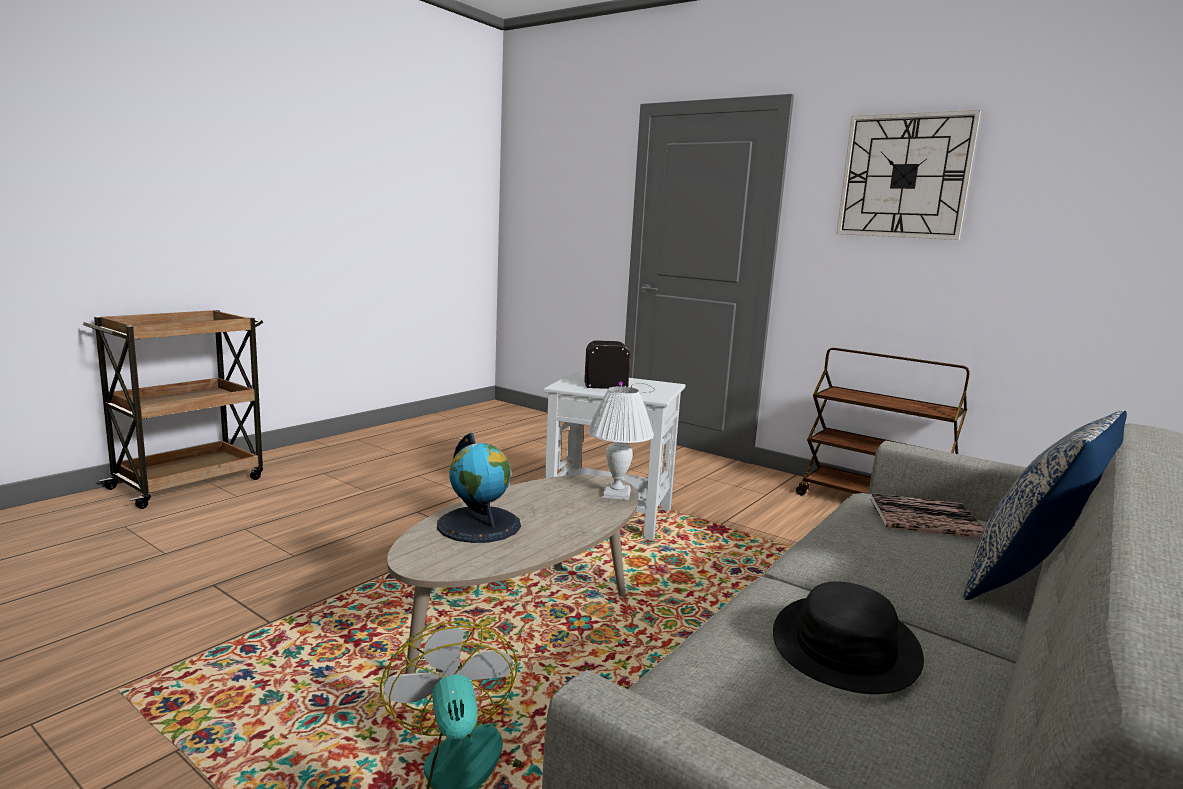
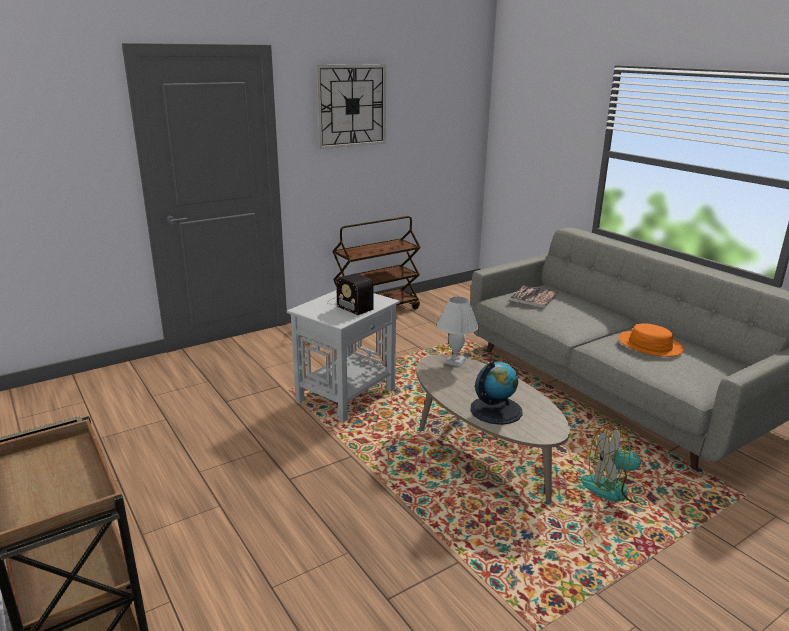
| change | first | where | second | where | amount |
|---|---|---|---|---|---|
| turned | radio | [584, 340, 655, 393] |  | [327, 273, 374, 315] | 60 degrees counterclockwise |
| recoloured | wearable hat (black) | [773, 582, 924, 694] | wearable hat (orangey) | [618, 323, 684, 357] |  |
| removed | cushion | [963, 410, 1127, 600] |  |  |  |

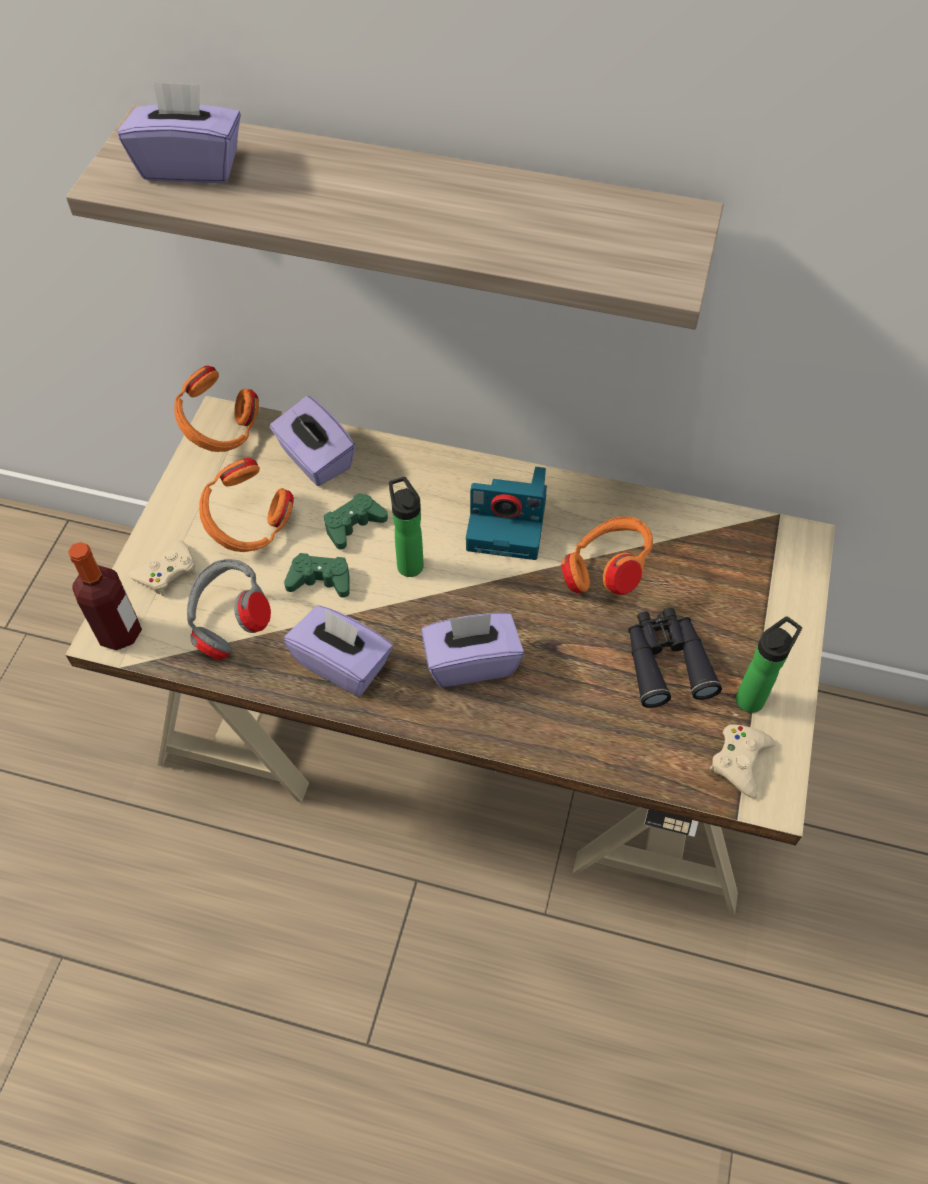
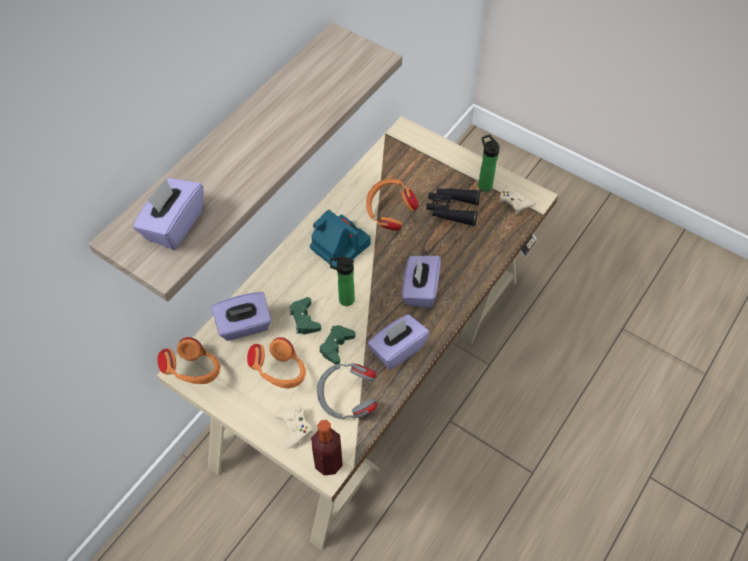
| change | first | where | second | where | amount |
|---|---|---|---|---|---|
| turned | photo camera | [466, 467, 547, 560] |  | [310, 210, 371, 267] | 75 degrees counterclockwise |

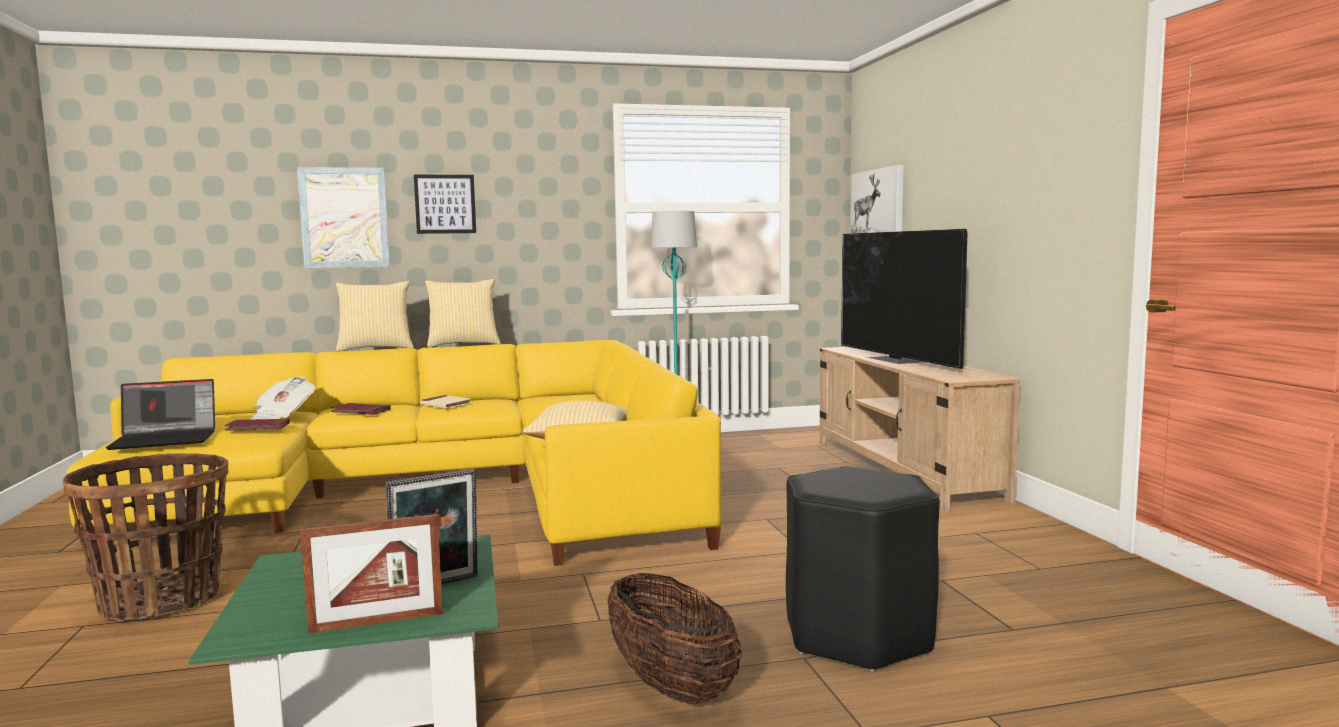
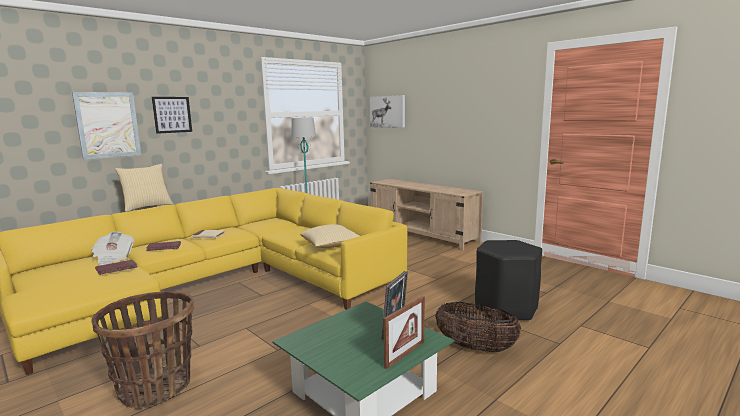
| change | first | where | second | where | amount |
|---|---|---|---|---|---|
| removed | portable computer | [105, 379, 215, 450] |  |  |  |
| removed | cushion | [425, 279, 501, 347] |  |  |  |
| removed | TV set | [841, 229, 967, 369] |  |  |  |

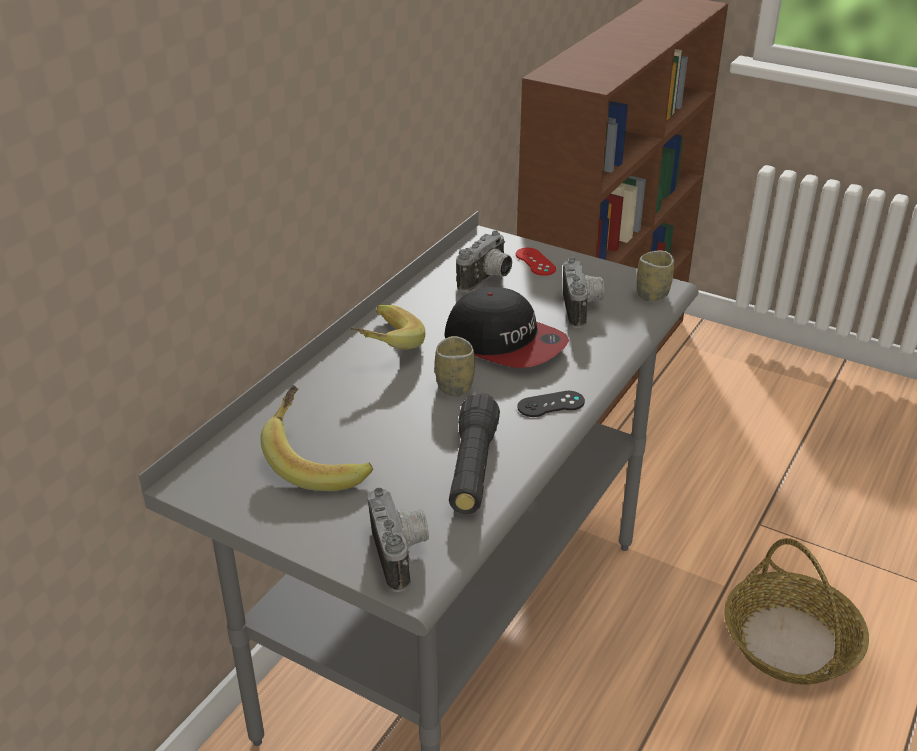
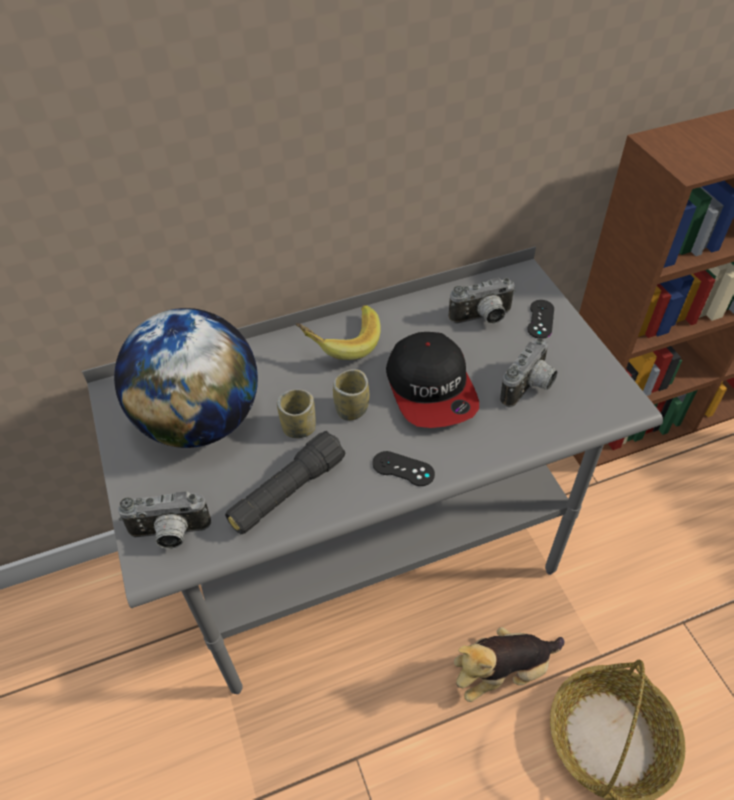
| change | first | where | second | where | amount |
|---|---|---|---|---|---|
| replaced | banana | [260, 385, 373, 491] | desk globe | [114, 308, 258, 448] |  |
| turned | photo camera | [368, 487, 429, 592] |  | [118, 491, 211, 549] | 60 degrees clockwise |
| moved | drinking cup | [637, 251, 674, 301] |  | [277, 389, 316, 438] |  |
| added |  |  | cuddly toy | [454, 627, 564, 702] |  |
| recoloured | gamepad (red-coloured) | [516, 248, 556, 276] | gamepad (black) | [527, 300, 554, 339] |  |

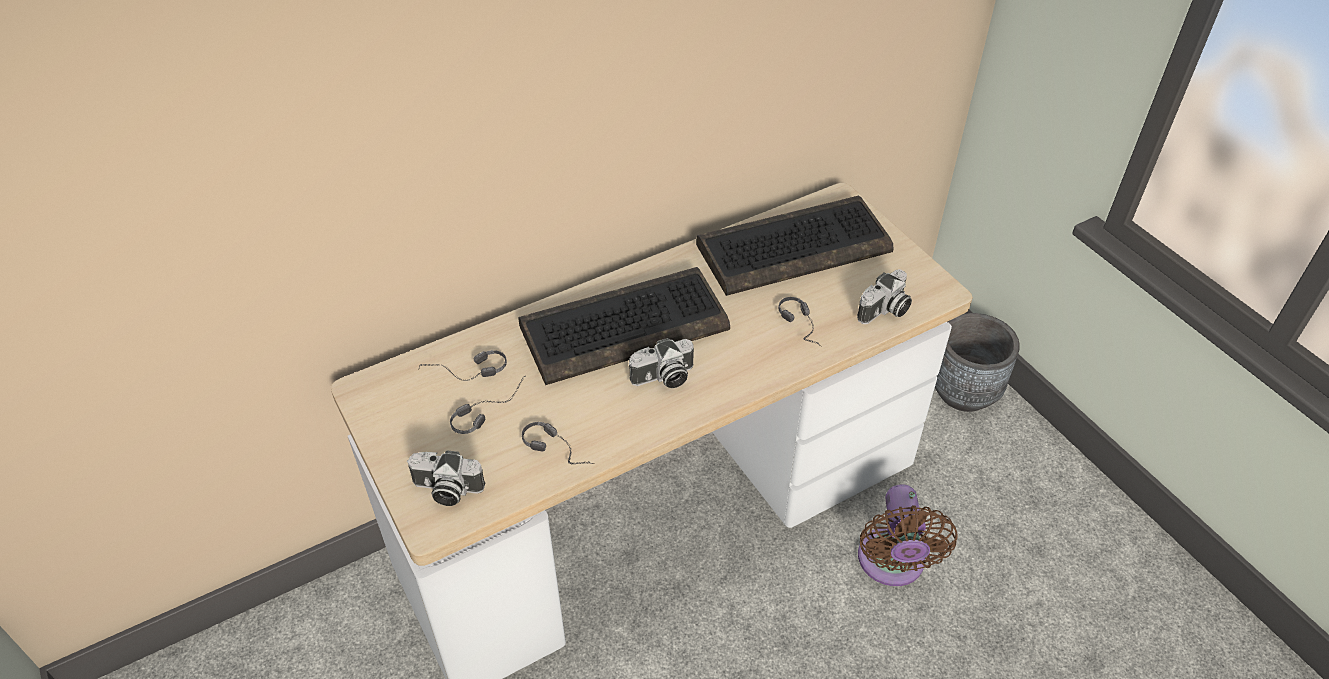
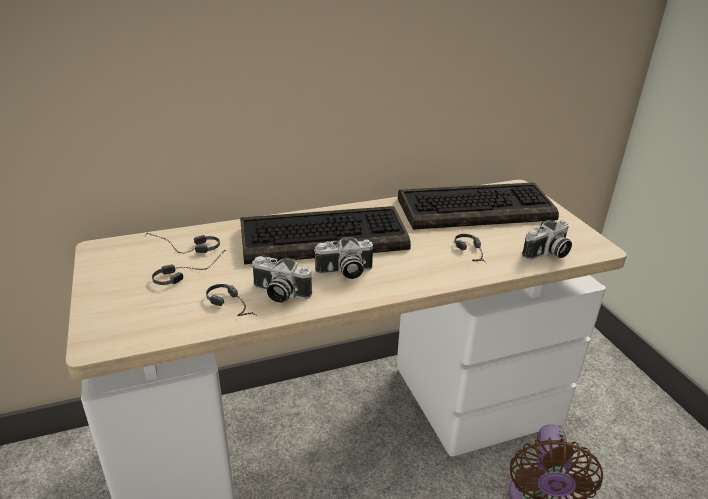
| change | first | where | second | where | amount |
|---|---|---|---|---|---|
| moved | photo camera | [407, 450, 485, 506] |  | [252, 256, 312, 303] |  |
| removed | planter (gray) | [935, 313, 1020, 412] |  |  |  |

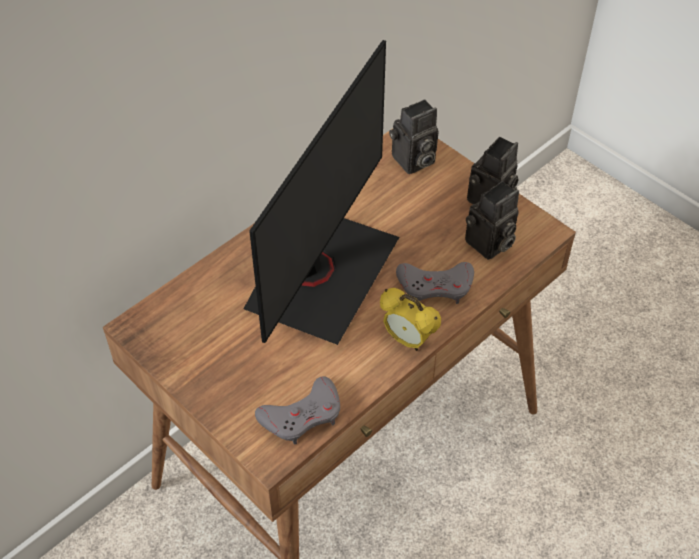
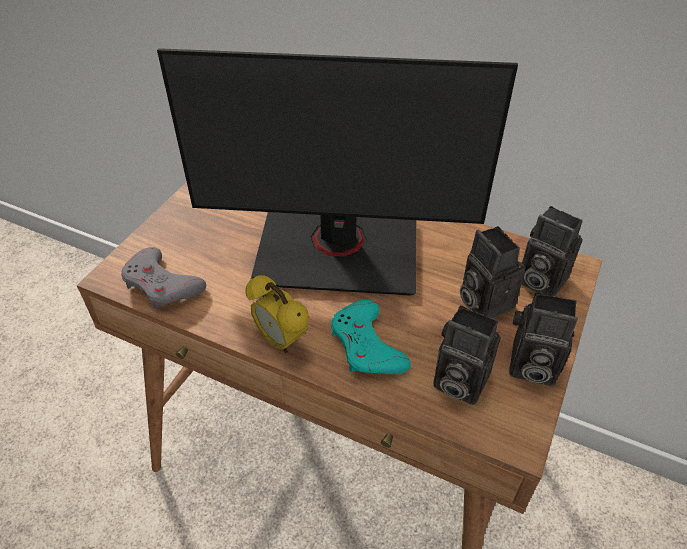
| change | first | where | second | where | amount |
|---|---|---|---|---|---|
| turned | bedside clock | [380, 288, 441, 351] |  | [245, 275, 309, 354] | 60 degrees counterclockwise |
| recoloured | gamepad (gray) | [396, 262, 474, 304] | gamepad (turquoise) | [331, 300, 411, 374] |  |
| added |  |  | photo camera | [460, 226, 525, 318] |  |

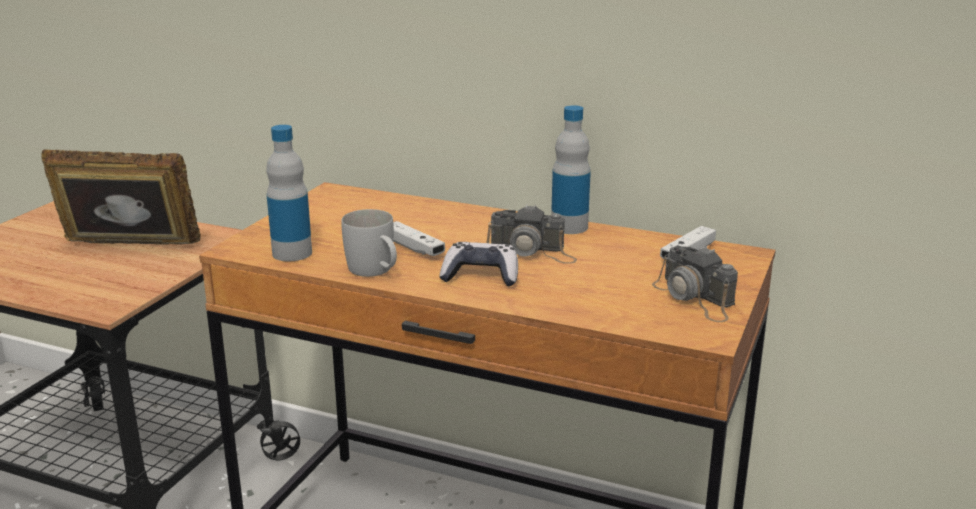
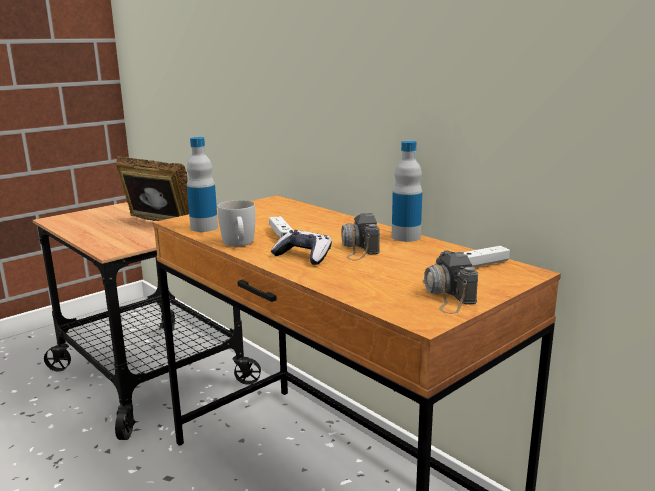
| change | first | where | second | where | amount |
|---|---|---|---|---|---|
| turned | photo camera | [487, 204, 577, 264] |  | [341, 213, 380, 260] | 45 degrees clockwise |

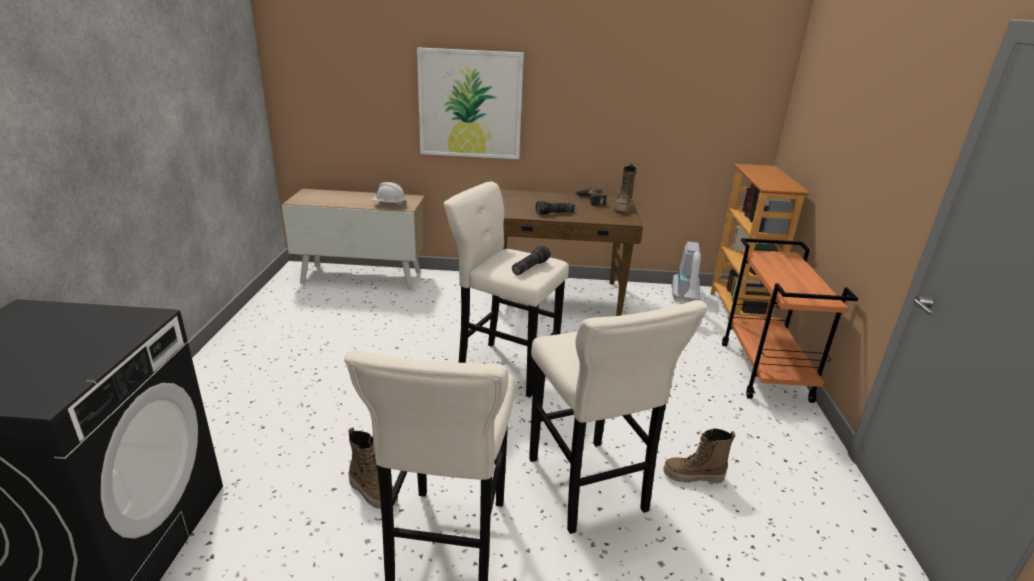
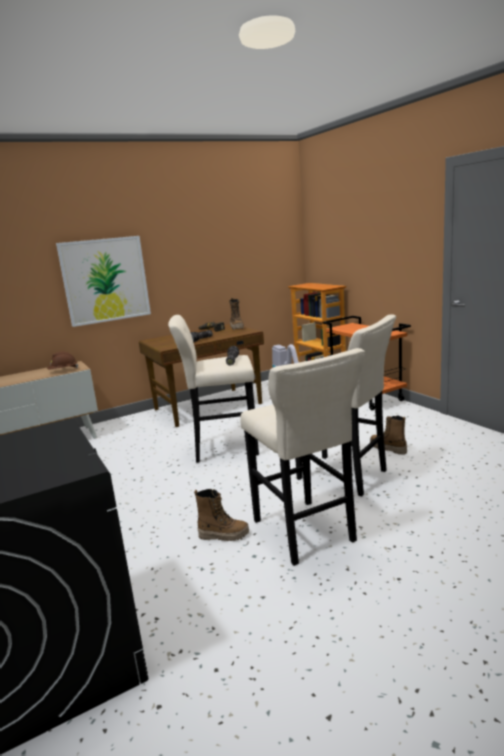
| change | first | where | second | where | amount |
|---|---|---|---|---|---|
| recoloured | work helmet (whitish) | [372, 182, 407, 206] | work helmet (brown-coloured) | [47, 352, 78, 370] |  |
| turned | boot | [663, 428, 735, 483] |  | [370, 415, 407, 455] | 75 degrees clockwise |

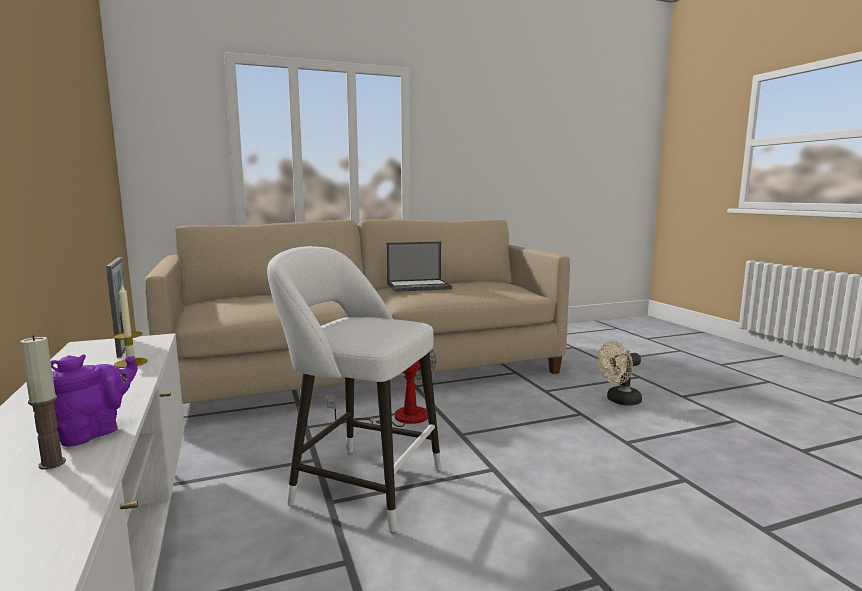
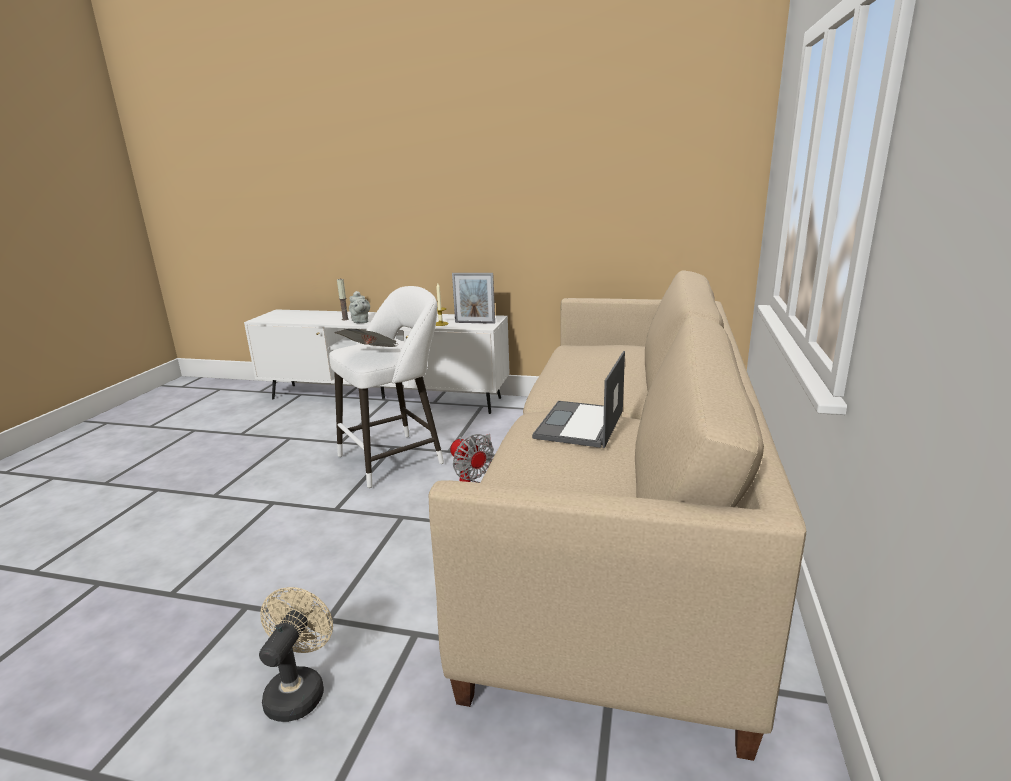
| change | first | where | second | where | amount |
|---|---|---|---|---|---|
| added |  |  | printed paper | [334, 329, 397, 347] |  |
| recoloured | teapot (purplish) | [51, 354, 137, 447] | teapot (gray) | [349, 291, 370, 323] |  |

